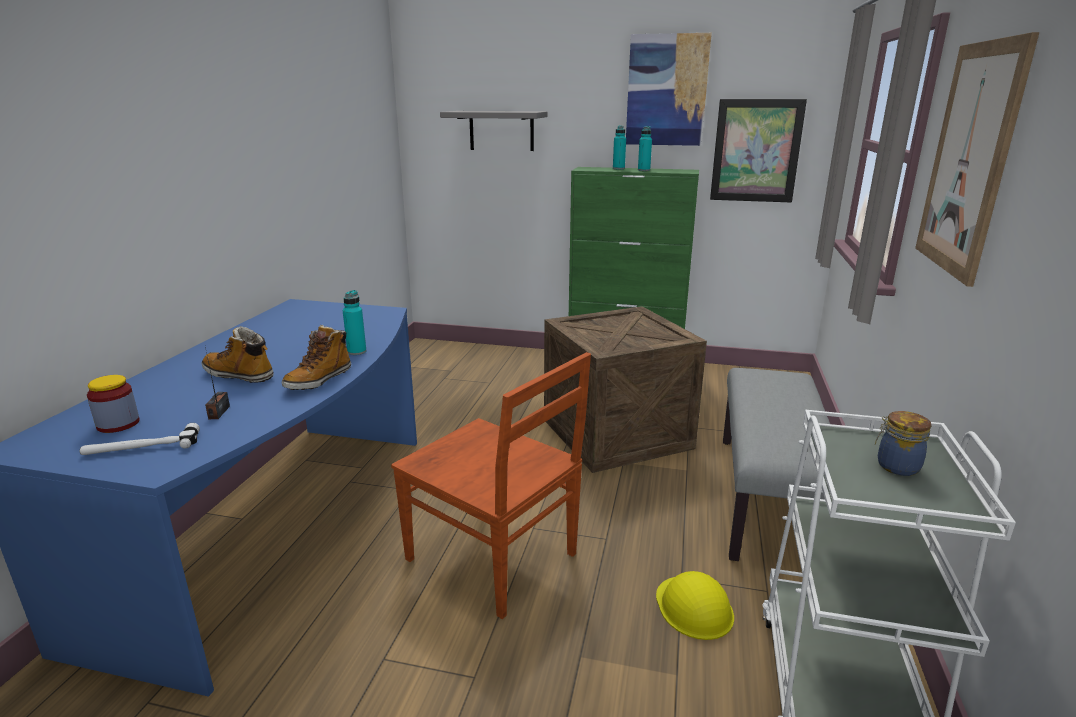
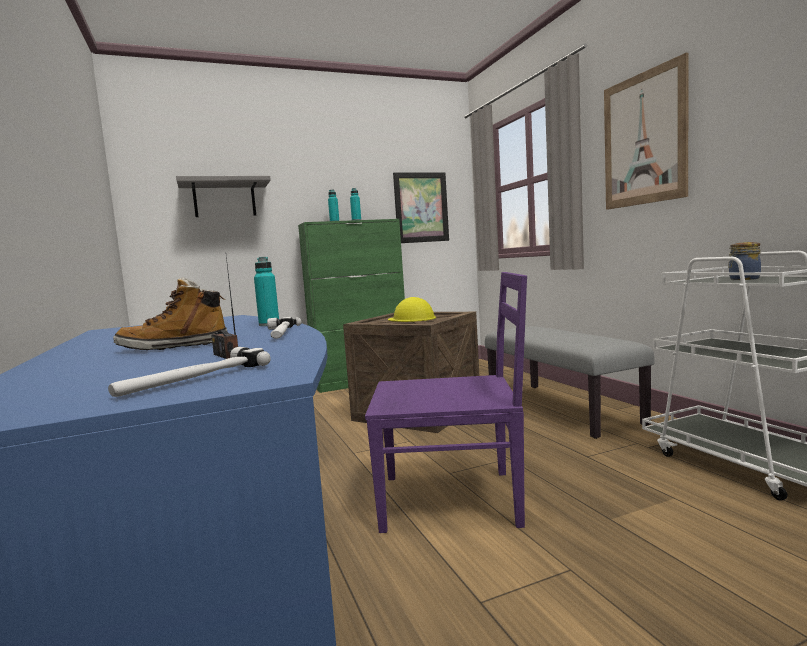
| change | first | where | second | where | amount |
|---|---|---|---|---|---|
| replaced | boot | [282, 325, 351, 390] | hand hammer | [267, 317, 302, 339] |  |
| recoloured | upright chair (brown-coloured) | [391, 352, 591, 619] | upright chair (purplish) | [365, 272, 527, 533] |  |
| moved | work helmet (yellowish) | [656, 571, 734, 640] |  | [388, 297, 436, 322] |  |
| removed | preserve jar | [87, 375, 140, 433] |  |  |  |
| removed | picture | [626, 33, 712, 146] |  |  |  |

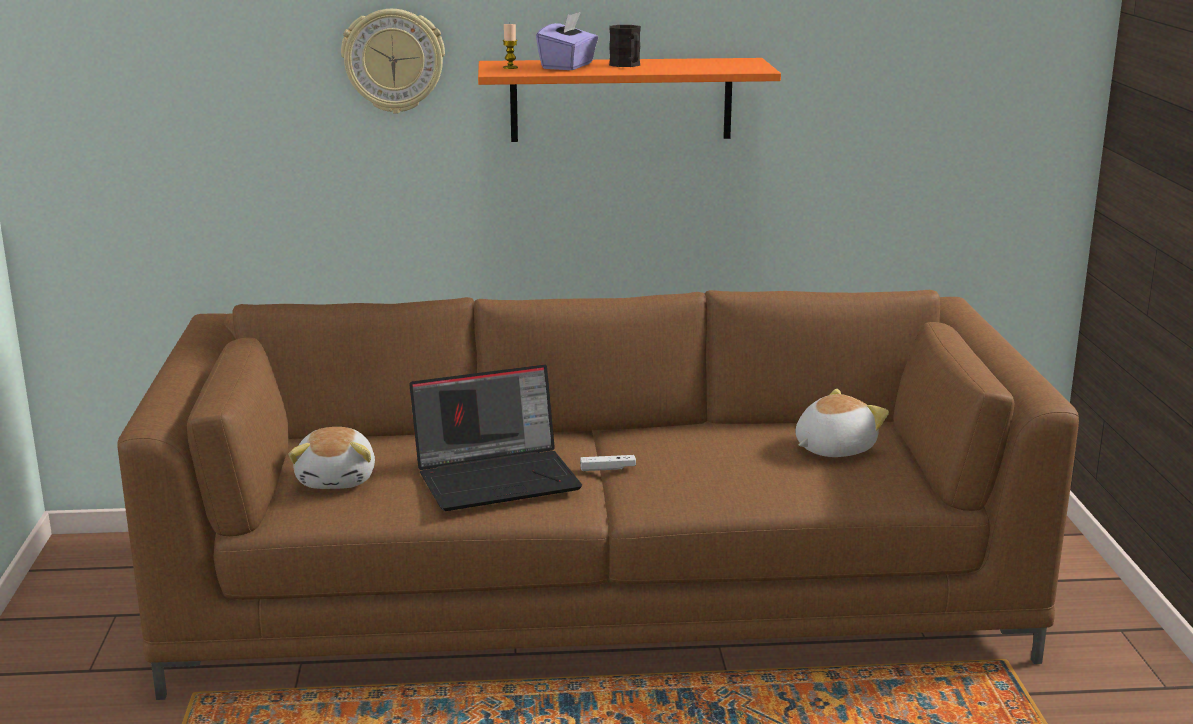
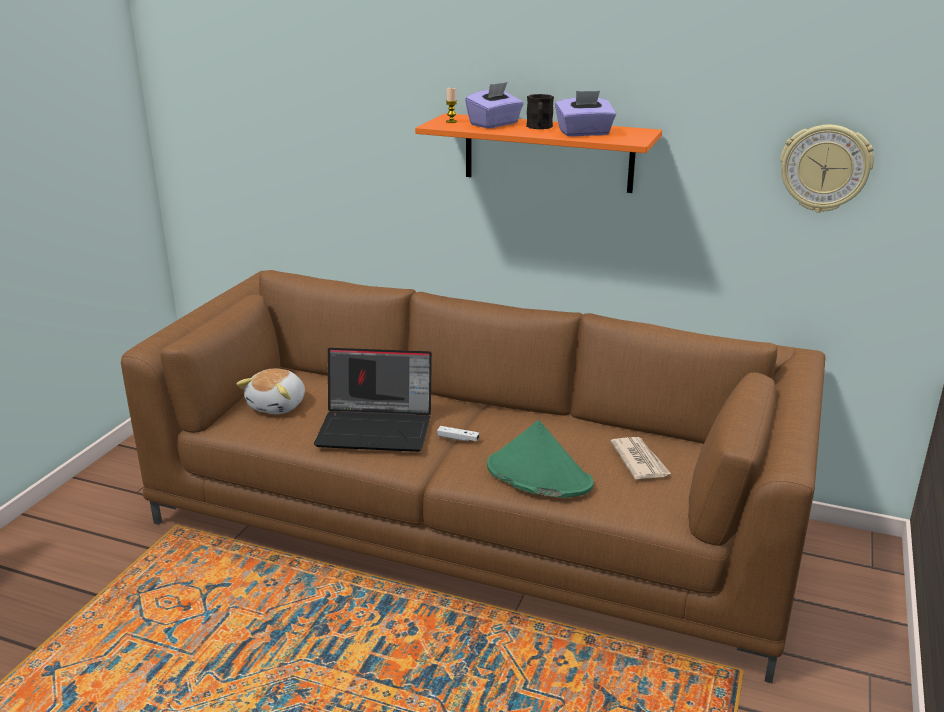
| change | first | where | second | where | amount |
|---|---|---|---|---|---|
| added |  |  | wearable hat (greenish) | [487, 420, 594, 498] |  |
| added |  |  | tissue holder (purplish) | [555, 91, 616, 136] |  |
| replaced | cuddly toy | [796, 389, 889, 457] | printed paper | [610, 437, 671, 479] |  |
| moved | hanging clock | [341, 9, 445, 114] |  | [780, 125, 874, 213] |  |

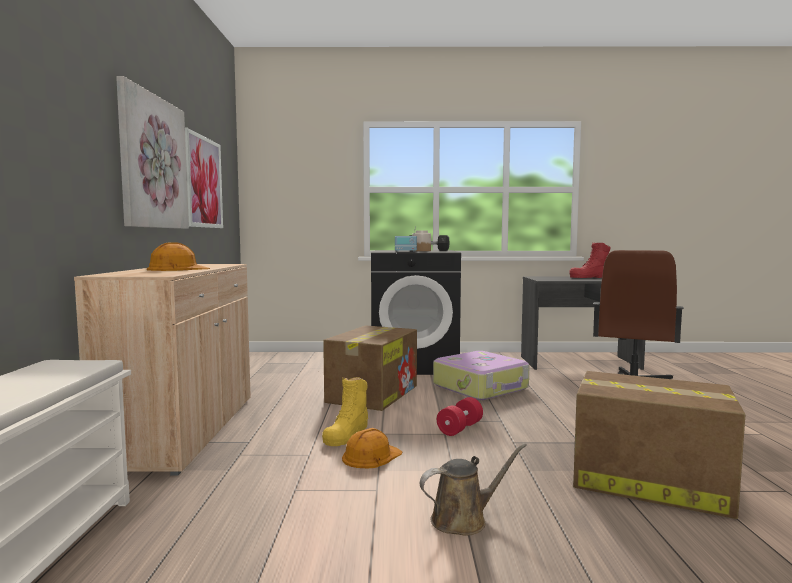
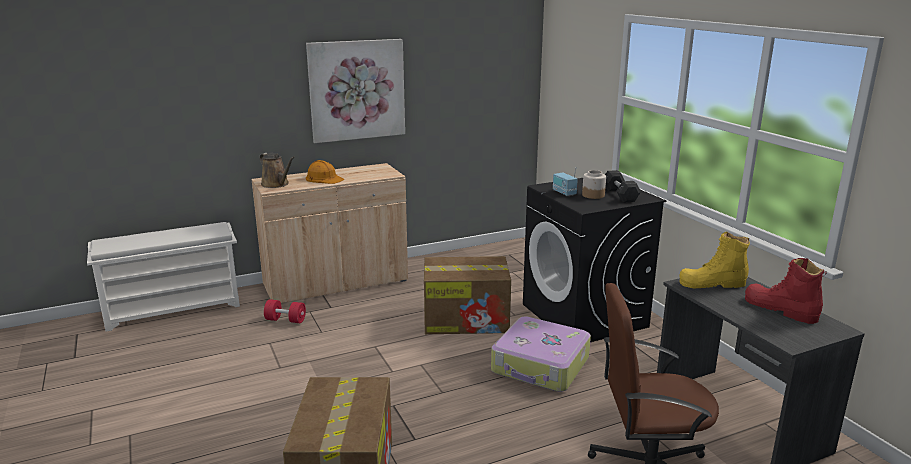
| change | first | where | second | where | amount |
|---|---|---|---|---|---|
| moved | sprinkling can (brown-coloured) | [420, 443, 527, 535] |  | [260, 153, 295, 188] |  |
| moved | dumbbell (red-coloured) | [437, 397, 483, 436] |  | [264, 299, 306, 323] |  |
| moved | boot (yellowish) | [322, 377, 368, 446] |  | [679, 232, 750, 288] |  |
| removed | picture | [185, 128, 223, 228] |  |  |  |
| removed | work helmet (orangey) | [342, 428, 402, 468] |  |  |  |

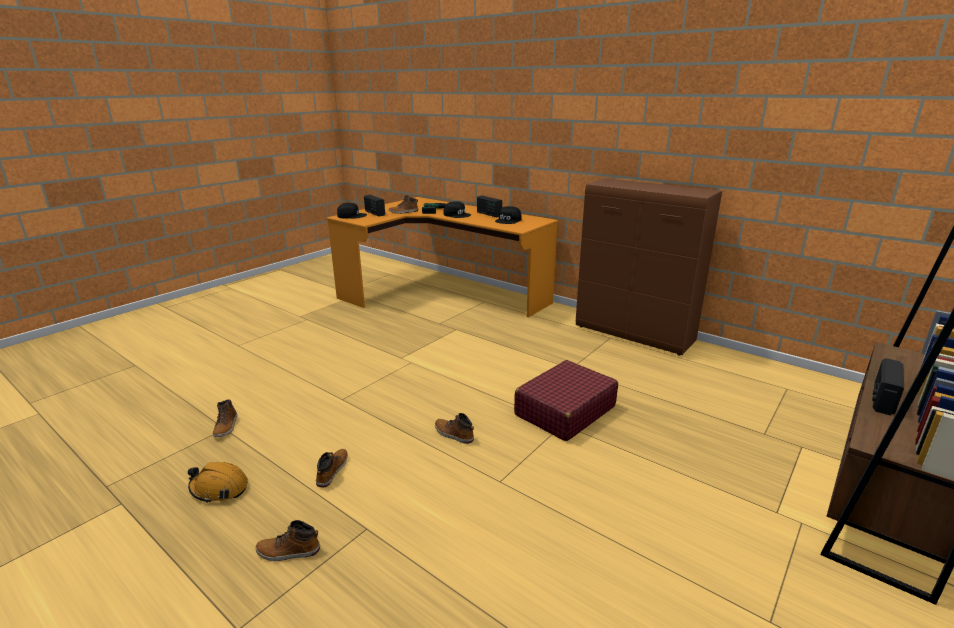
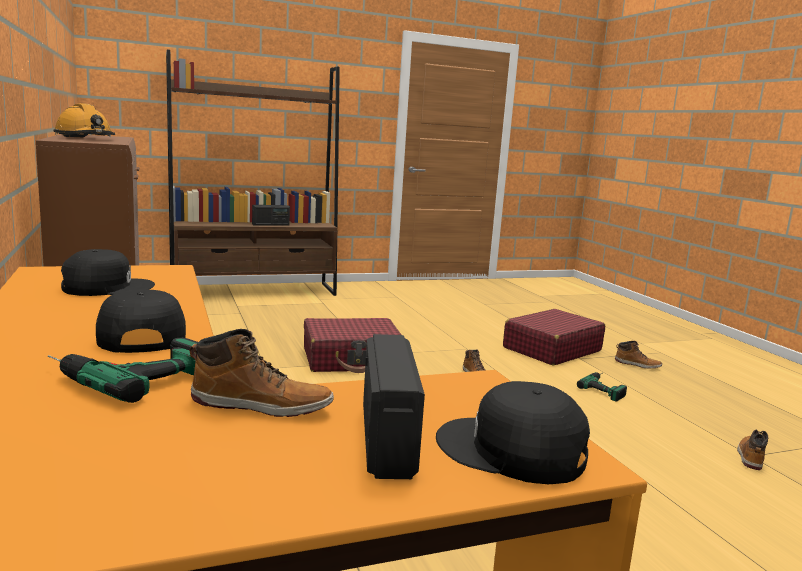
| change | first | where | second | where | amount |
|---|---|---|---|---|---|
| moved | work helmet (orangey) | [188, 462, 248, 503] |  | [53, 103, 115, 137] |  |
| added |  |  | travel case (red-coloured) | [503, 309, 605, 366] |  |
| replaced | boot | [316, 449, 348, 488] | power drill | [577, 372, 627, 402] |  |
| removed | radio | [477, 196, 502, 217] |  |  |  |

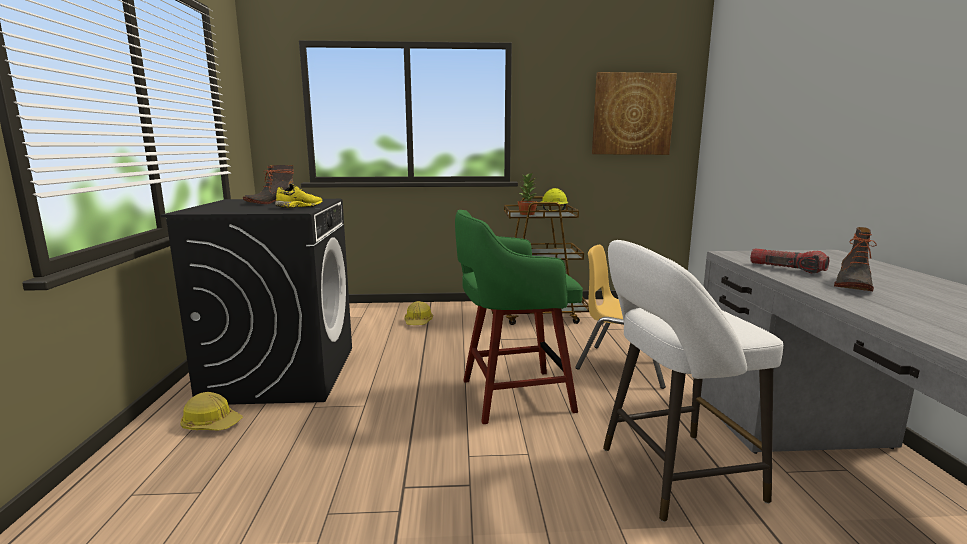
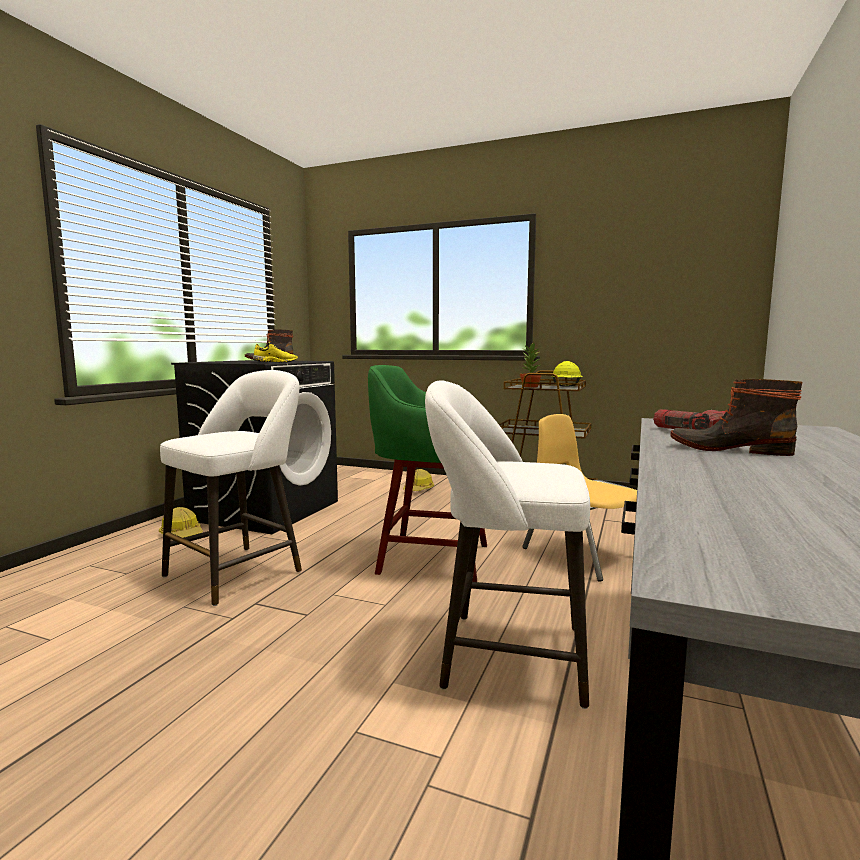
| change | first | where | second | where | amount |
|---|---|---|---|---|---|
| added |  |  | stool (whitish) | [160, 370, 302, 606] |  |
| turned | boot | [834, 227, 877, 291] |  | [670, 379, 803, 456] | 60 degrees clockwise |
| removed | picture | [592, 72, 677, 155] |  |  |  |

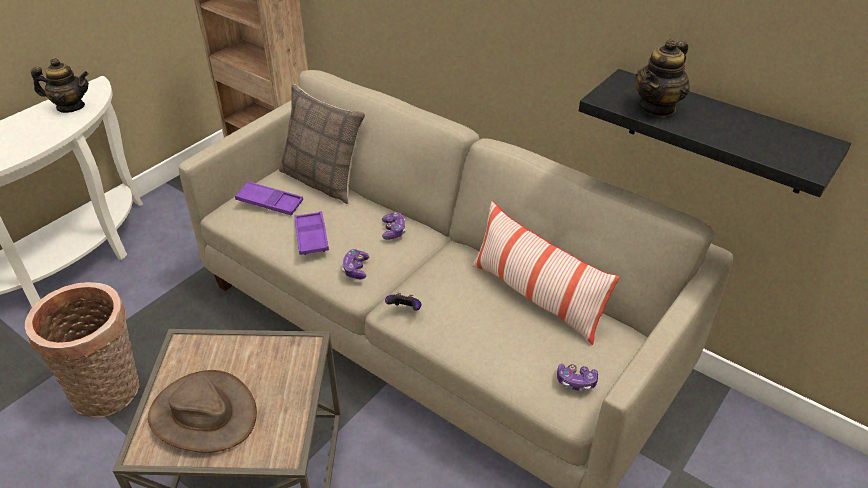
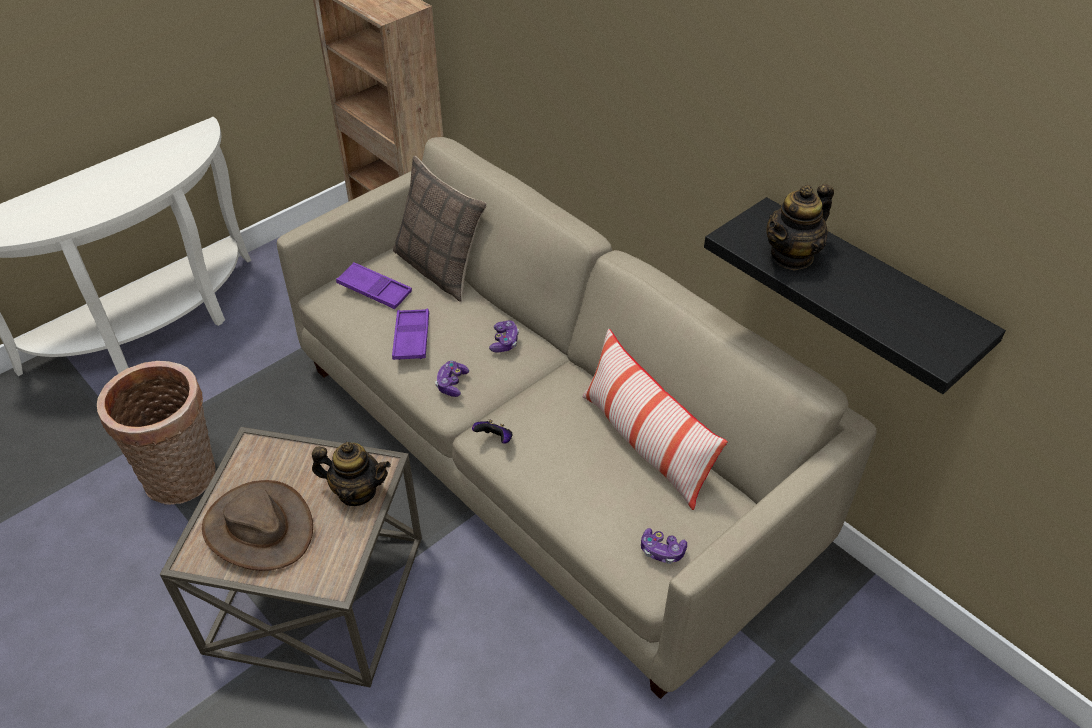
| change | first | where | second | where | amount |
|---|---|---|---|---|---|
| moved | teapot | [31, 58, 89, 113] |  | [312, 442, 391, 506] |  |

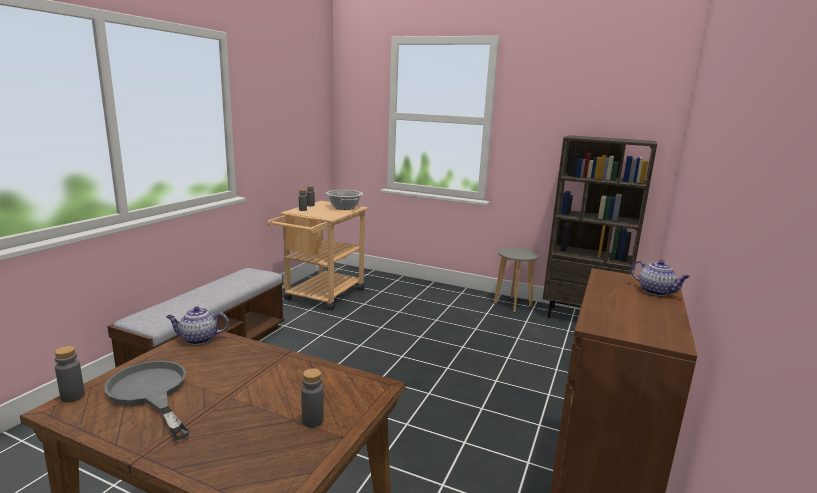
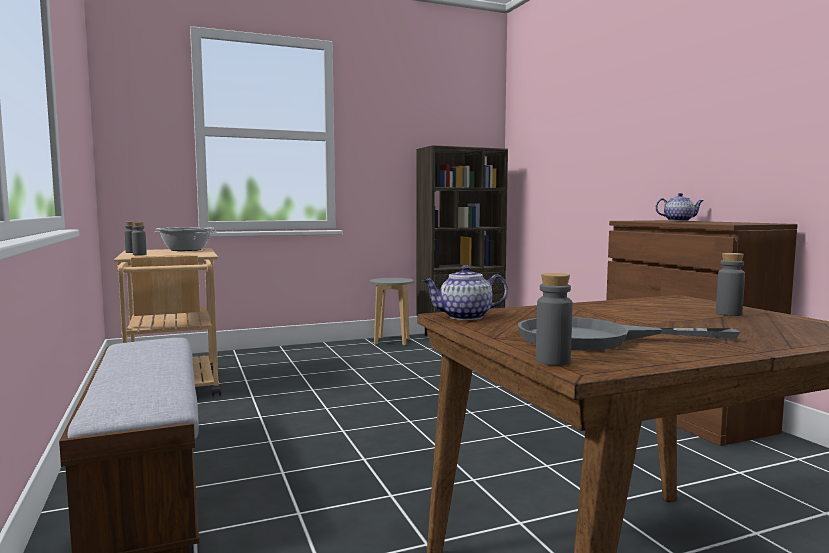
| change | first | where | second | where | amount |
|---|---|---|---|---|---|
| turned | teapot | [166, 307, 229, 345] |  | [422, 265, 508, 320] | 45 degrees clockwise |

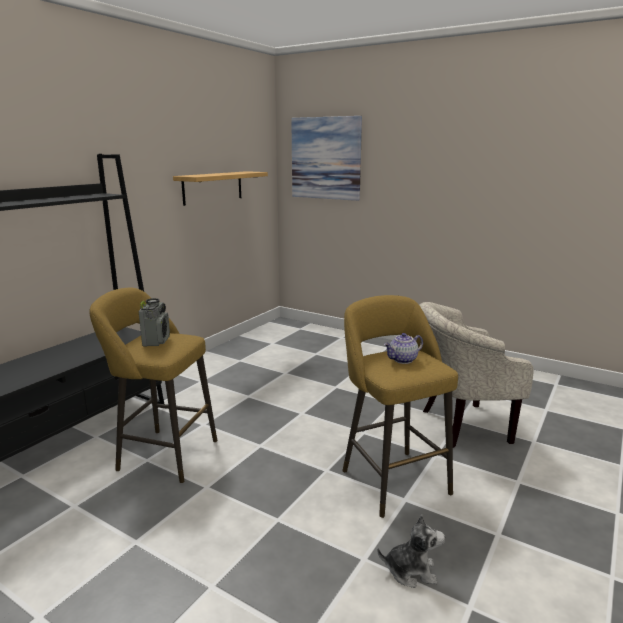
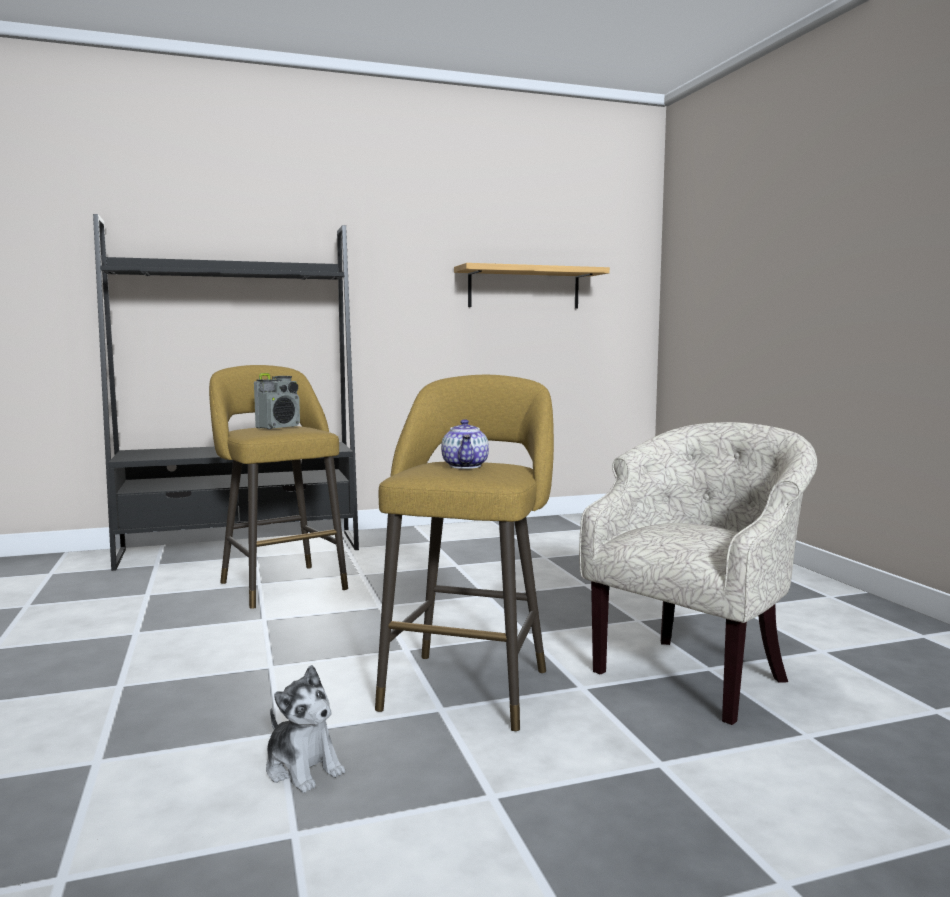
| change | first | where | second | where | amount |
|---|---|---|---|---|---|
| turned | teapot | [384, 333, 423, 364] |  | [441, 419, 489, 469] | 105 degrees counterclockwise |
| turned | easy chair (beige-coloured) | [419, 302, 534, 448] |  | [579, 422, 817, 725] | 105 degrees clockwise |
| removed | picture | [291, 116, 362, 201] |  |  |  |

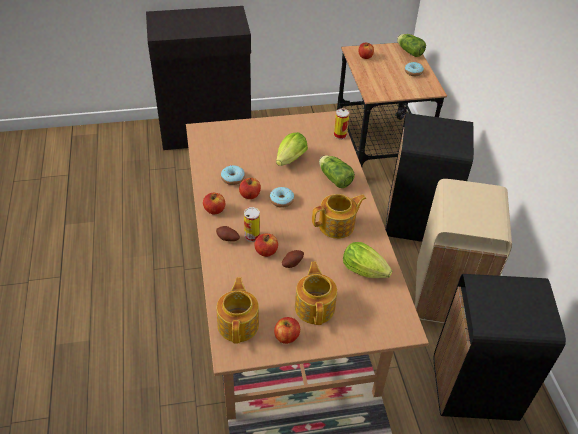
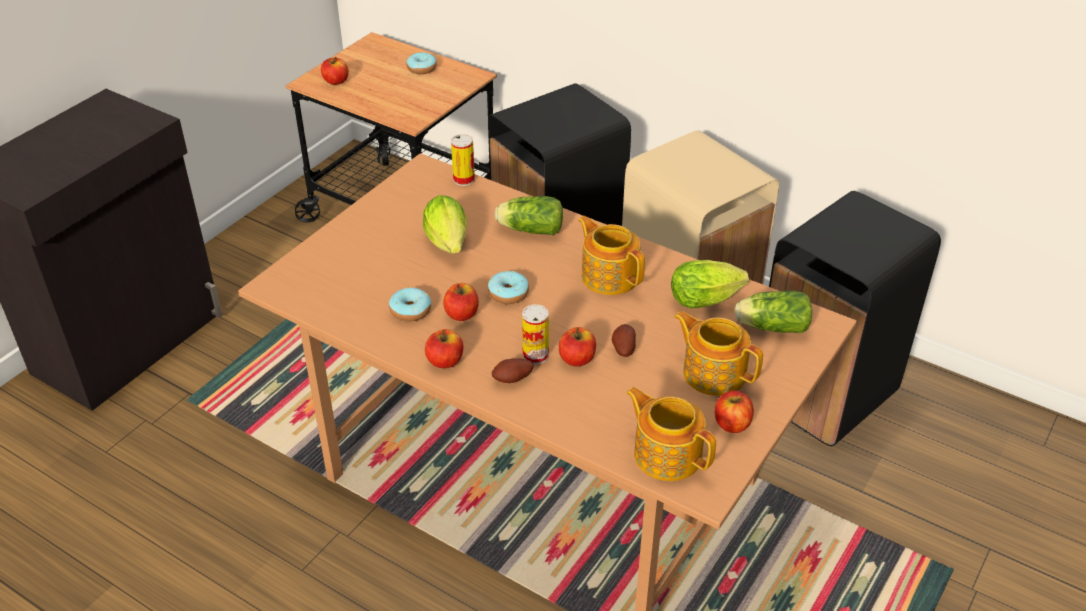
| change | first | where | second | where | amount |
|---|---|---|---|---|---|
| turned | teapot | [312, 194, 366, 239] |  | [578, 216, 645, 295] | 60 degrees counterclockwise |
| moved | lettuce head | [397, 34, 426, 57] |  | [734, 291, 812, 333] |  |

